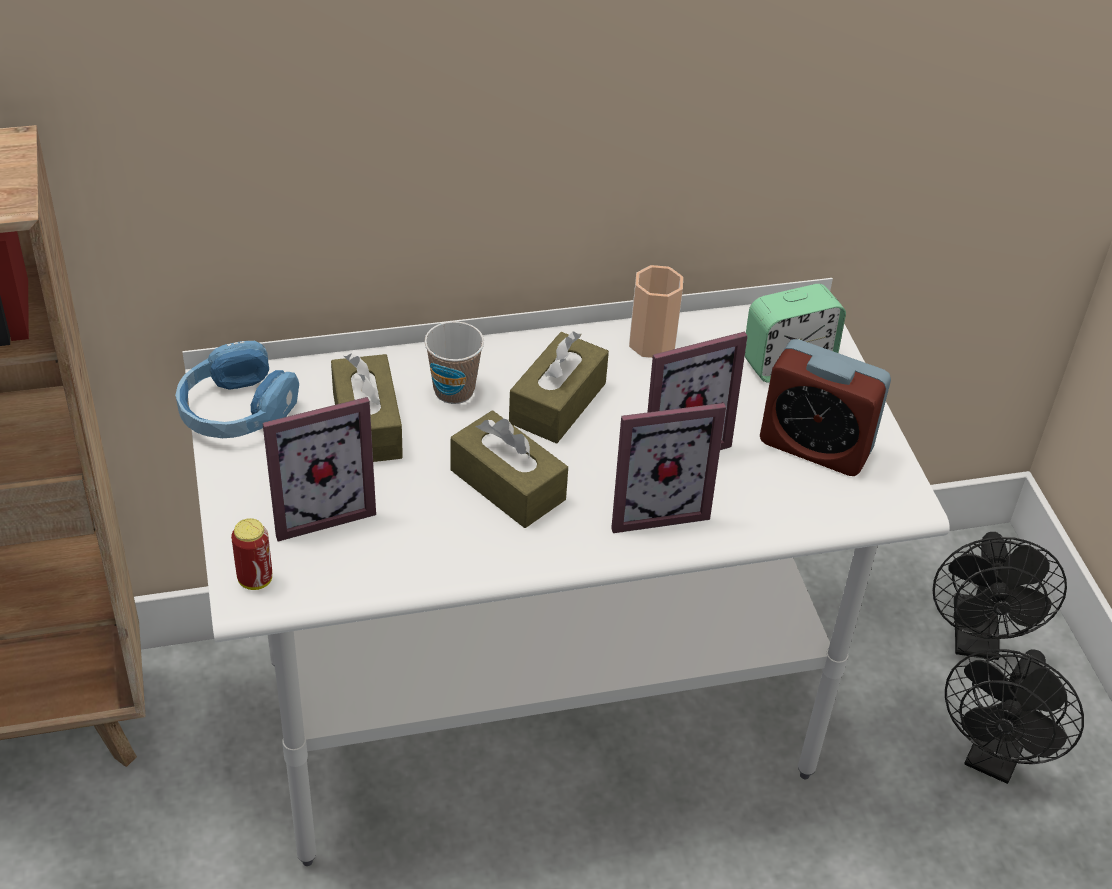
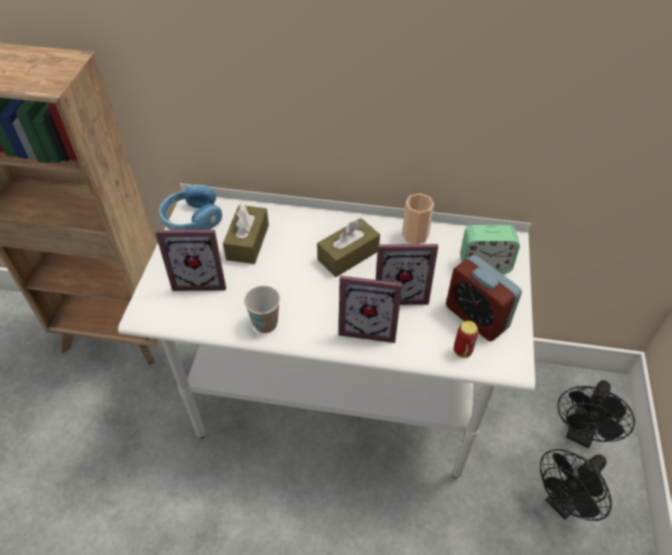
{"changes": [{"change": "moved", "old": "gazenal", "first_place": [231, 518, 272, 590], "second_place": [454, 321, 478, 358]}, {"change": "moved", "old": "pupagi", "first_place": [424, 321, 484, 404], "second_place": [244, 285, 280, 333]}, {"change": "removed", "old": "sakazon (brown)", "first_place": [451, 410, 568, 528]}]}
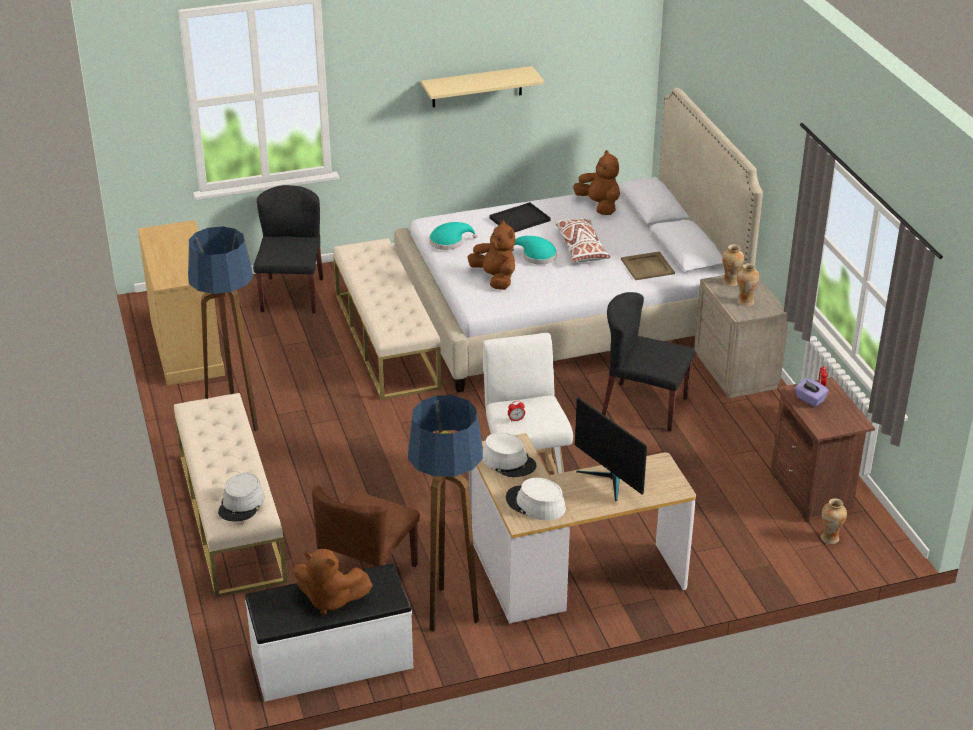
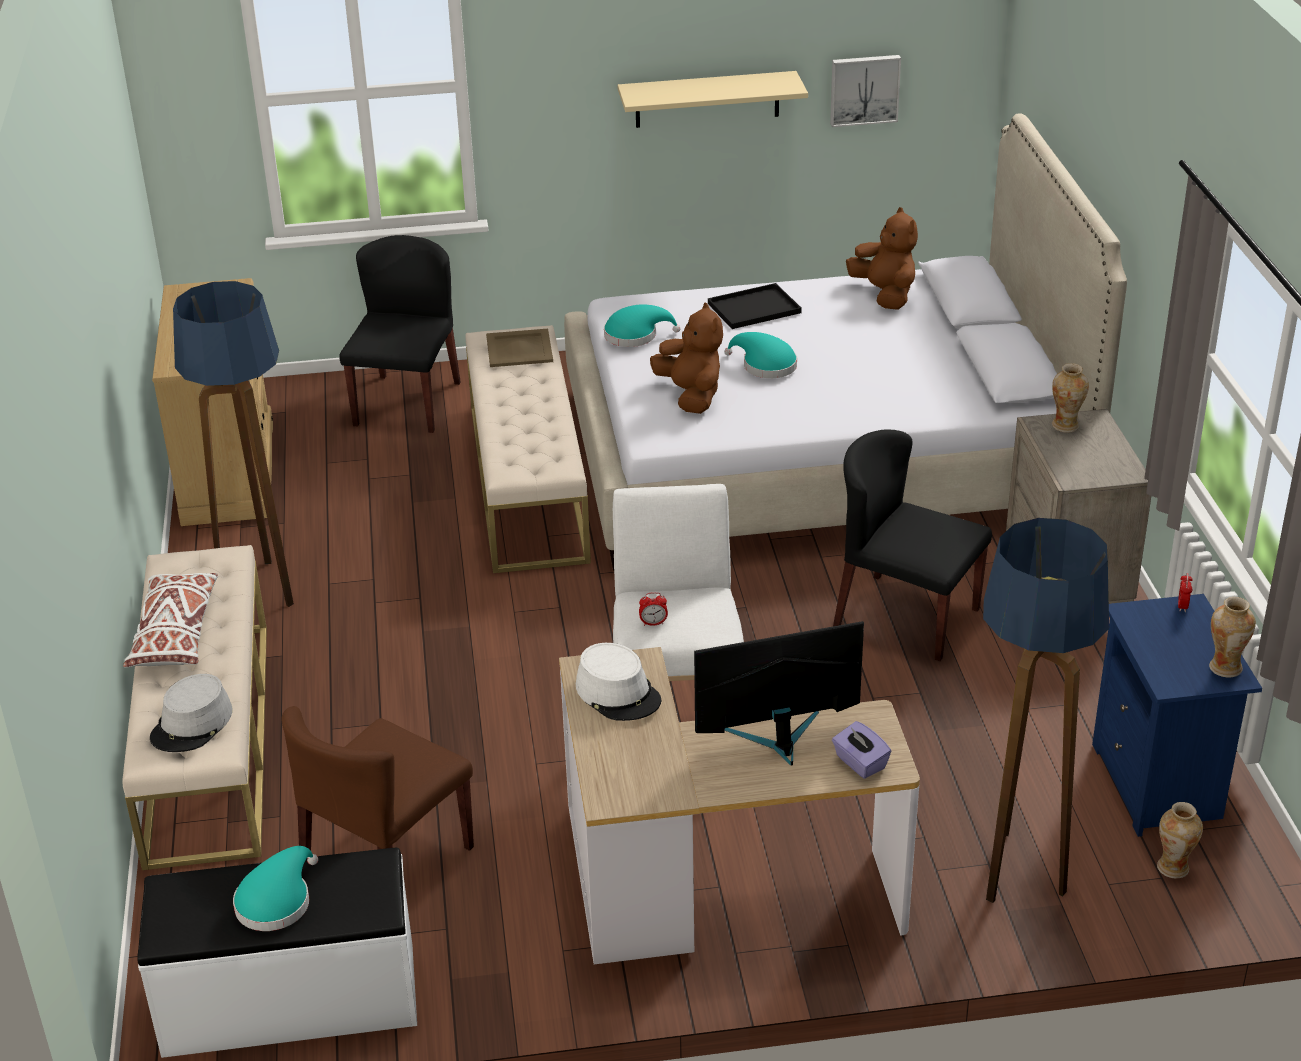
{"changes": [{"change": "replaced", "old": "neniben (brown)", "new": "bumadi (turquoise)", "first_place": [293, 549, 373, 615], "second_place": [233, 846, 318, 931]}, {"change": "moved", "old": "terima", "first_place": [408, 395, 483, 632], "second_place": [983, 518, 1109, 903]}, {"change": "removed", "old": "bumadi (white)", "first_place": [506, 478, 566, 520]}, {"change": "moved", "old": "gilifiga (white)", "first_place": [555, 218, 610, 262], "second_place": [123, 573, 218, 668]}, {"change": "turned", "old": "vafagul", "first_place": [574, 397, 647, 502], "second_place": [694, 621, 864, 766], "degrees": 105}, {"change": "moved", "old": "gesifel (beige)", "first_place": [621, 251, 675, 280], "second_place": [486, 329, 553, 367]}, {"change": "moved", "old": "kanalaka", "first_place": [737, 263, 759, 306], "second_place": [1209, 597, 1256, 677]}, {"change": "recoloured", "old": "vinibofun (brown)", "new": "vinibofun (blue)", "first_place": [770, 377, 875, 523], "second_place": [1092, 594, 1262, 837]}, {"change": "moved", "old": "sakazon (purple)", "first_place": [795, 378, 829, 407], "second_place": [832, 721, 891, 779]}, {"change": "added", "new": "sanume", "second_place": [830, 55, 901, 127]}]}
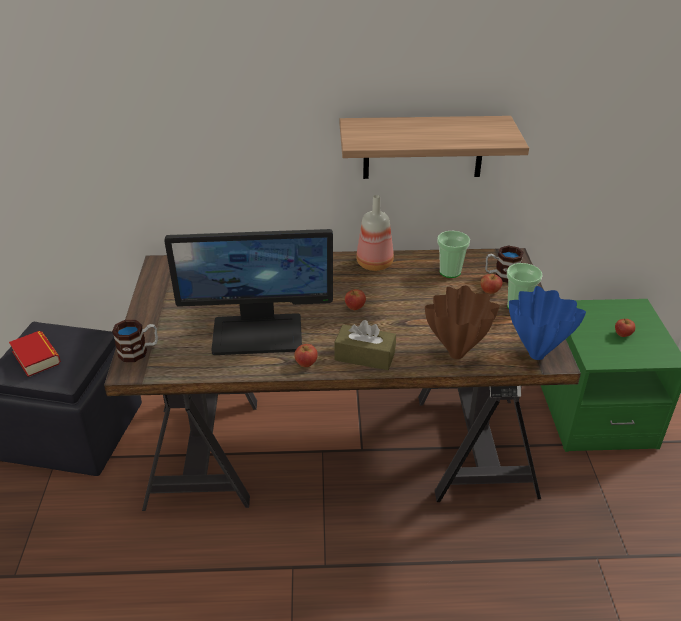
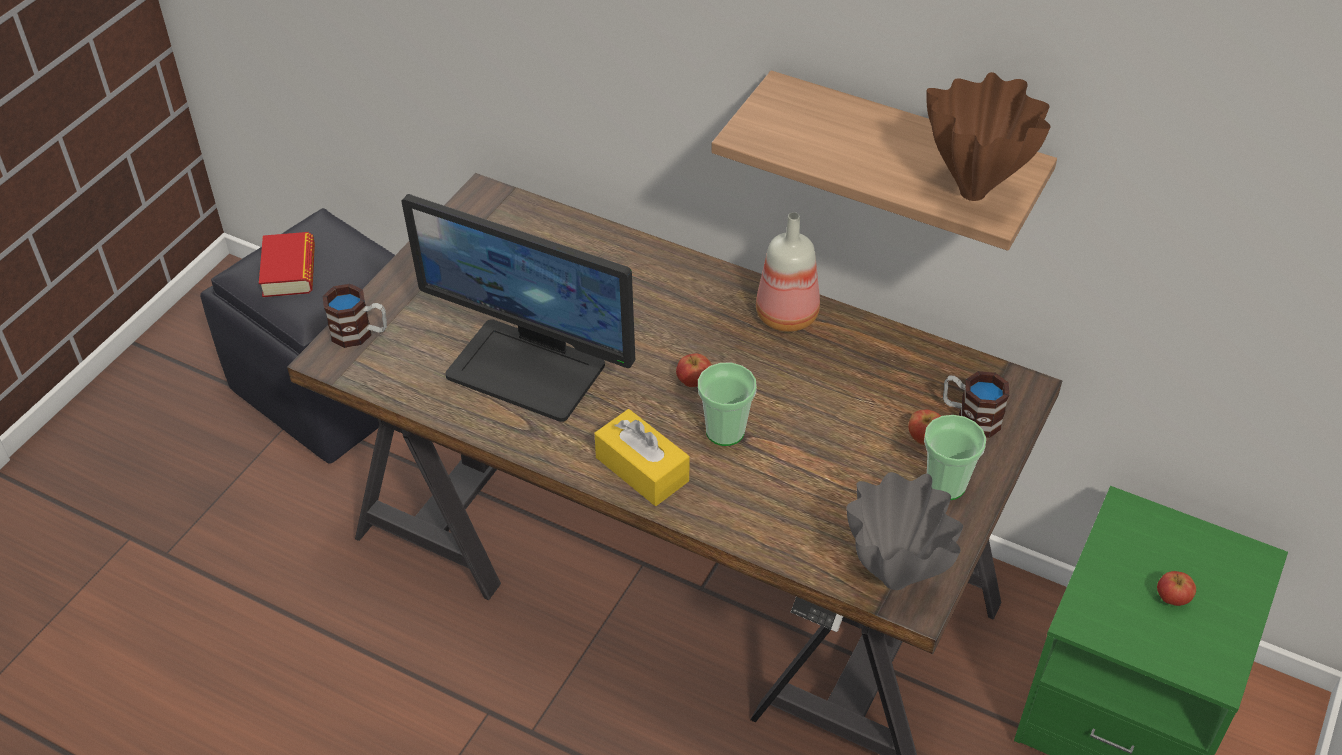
{"changes": [{"change": "removed", "old": "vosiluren", "first_place": [294, 344, 318, 367]}, {"change": "recoloured", "old": "sakazon (brown)", "new": "sakazon (yellow)", "first_place": [334, 320, 396, 370], "second_place": [595, 409, 690, 506]}, {"change": "moved", "old": "kanalaka (brown)", "first_place": [425, 286, 500, 359], "second_place": [926, 72, 1051, 201]}, {"change": "moved", "old": "pupagi", "first_place": [437, 231, 470, 278], "second_place": [698, 363, 757, 446]}, {"change": "recoloured", "old": "kanalaka (blue)", "new": "kanalaka (grey)", "first_place": [509, 286, 586, 360], "second_place": [846, 472, 963, 590]}]}
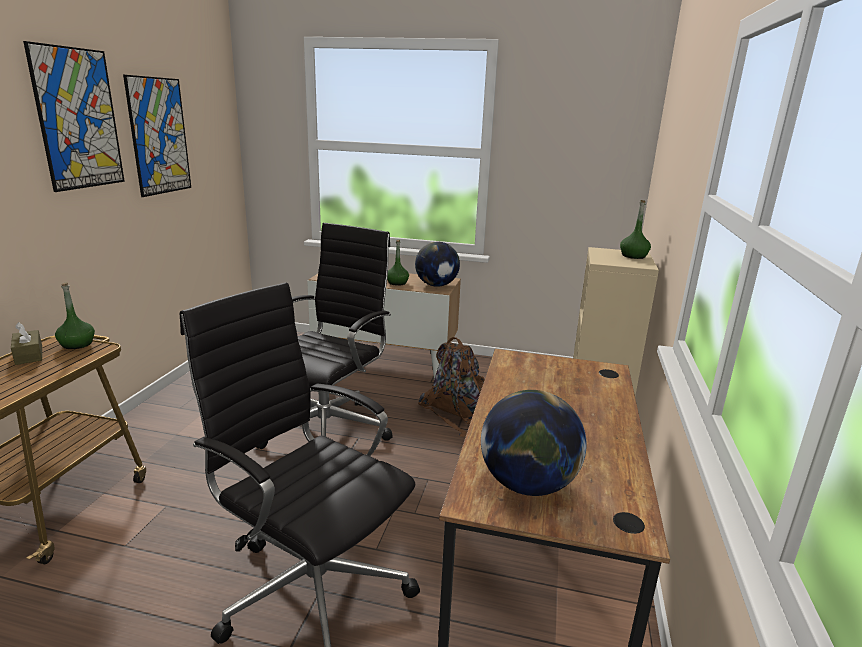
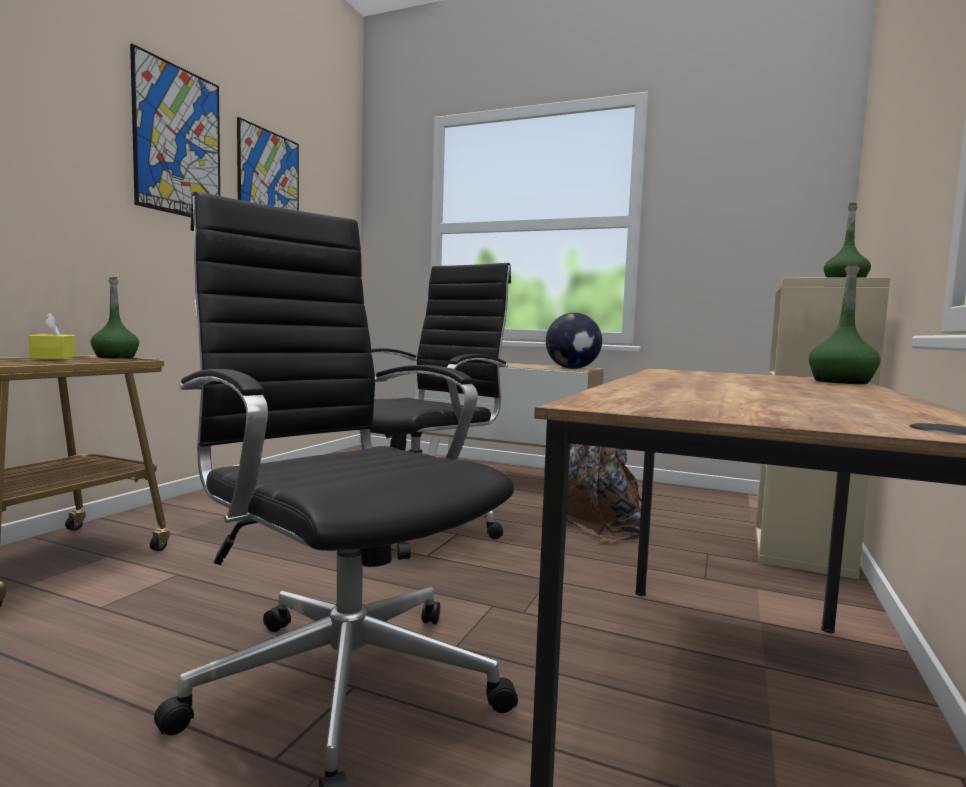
{"changes": [{"change": "recoloured", "old": "sakazon (brown)", "new": "sakazon (yellow)", "first_place": [11, 322, 42, 365], "second_place": [29, 313, 76, 359]}, {"change": "moved", "old": "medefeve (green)", "first_place": [387, 240, 409, 286], "second_place": [808, 263, 880, 384]}, {"change": "removed", "old": "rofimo", "first_place": [481, 390, 586, 496]}]}
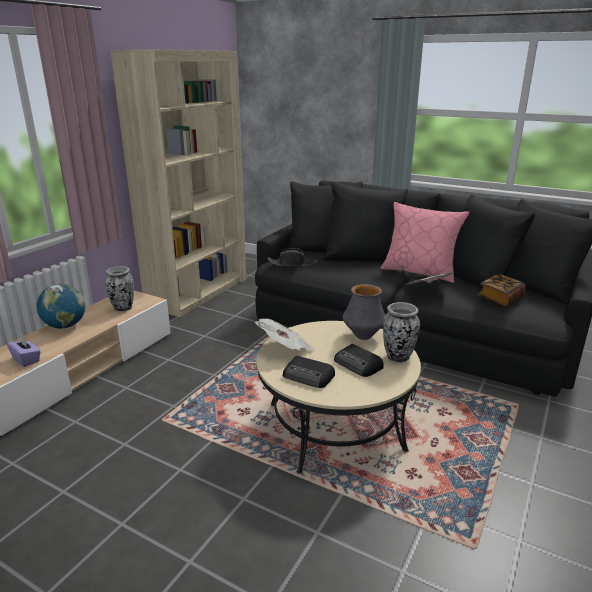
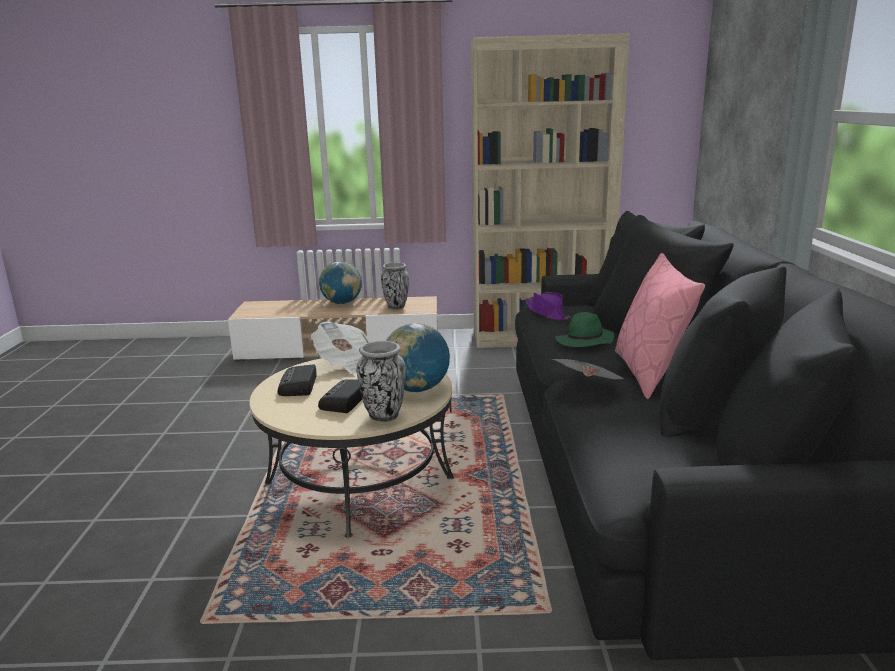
{"changes": [{"change": "removed", "old": "sakazon (purple)", "first_place": [7, 336, 41, 367]}, {"change": "recoloured", "old": "bumadi (black)", "new": "bumadi (purple)", "first_place": [267, 248, 317, 266], "second_place": [525, 292, 570, 320]}, {"change": "replaced", "old": "kanalaka", "new": "rofimo", "first_place": [343, 284, 385, 340], "second_place": [386, 323, 450, 392]}, {"change": "removed", "old": "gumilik", "first_place": [478, 274, 526, 308]}, {"change": "added", "new": "bumadi (green)", "second_place": [555, 312, 614, 347]}]}
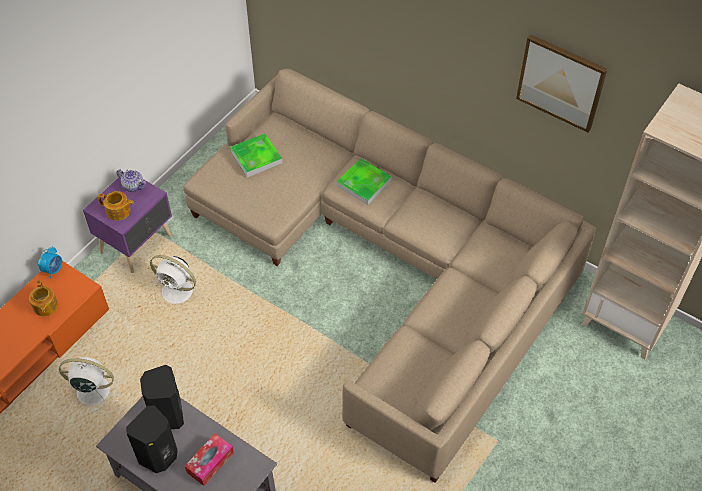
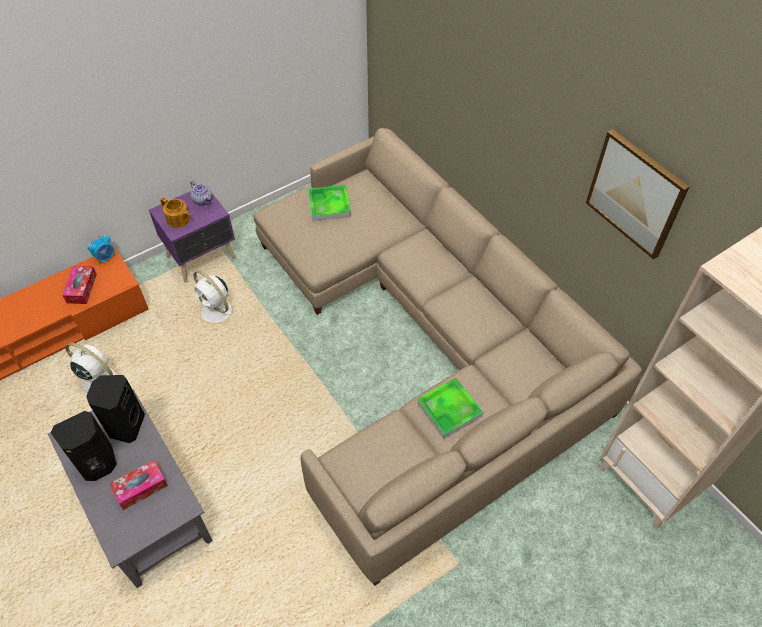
{"changes": [{"change": "replaced", "old": "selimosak", "new": "sakazon", "first_place": [29, 280, 58, 316], "second_place": [62, 266, 97, 304]}, {"change": "moved", "old": "gesifel", "first_place": [337, 158, 392, 205], "second_place": [417, 378, 483, 439]}]}
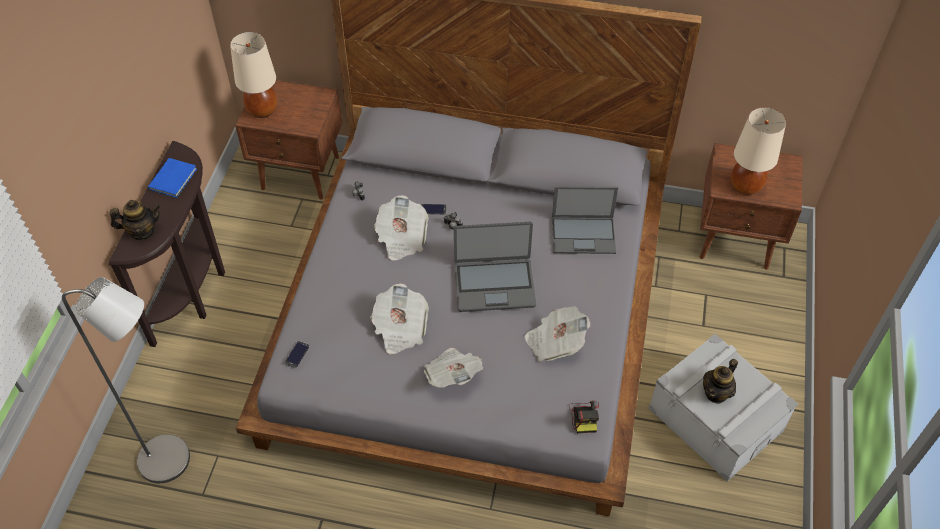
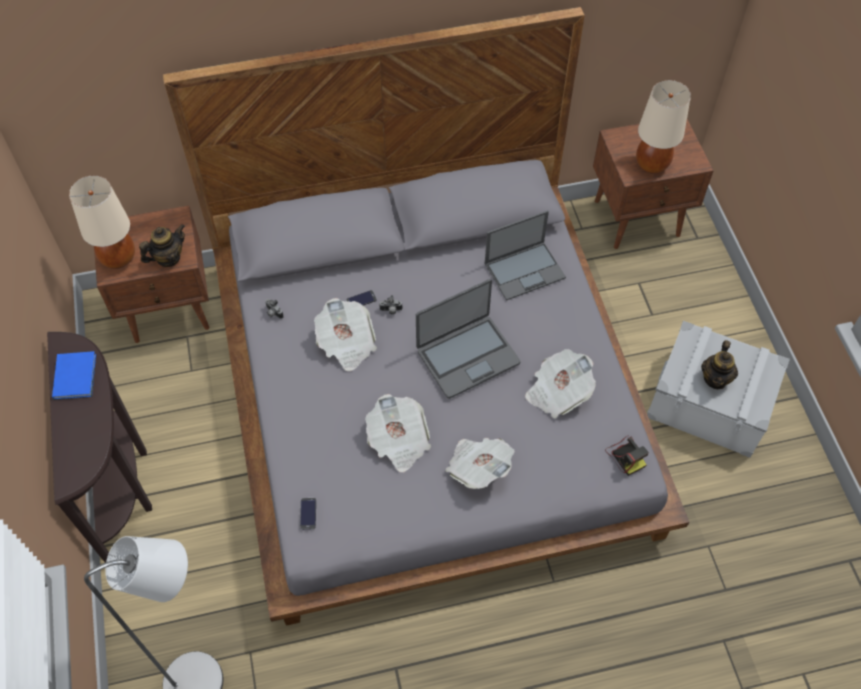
{"changes": [{"change": "moved", "old": "selimosak", "first_place": [110, 200, 160, 240], "second_place": [139, 224, 185, 267]}]}
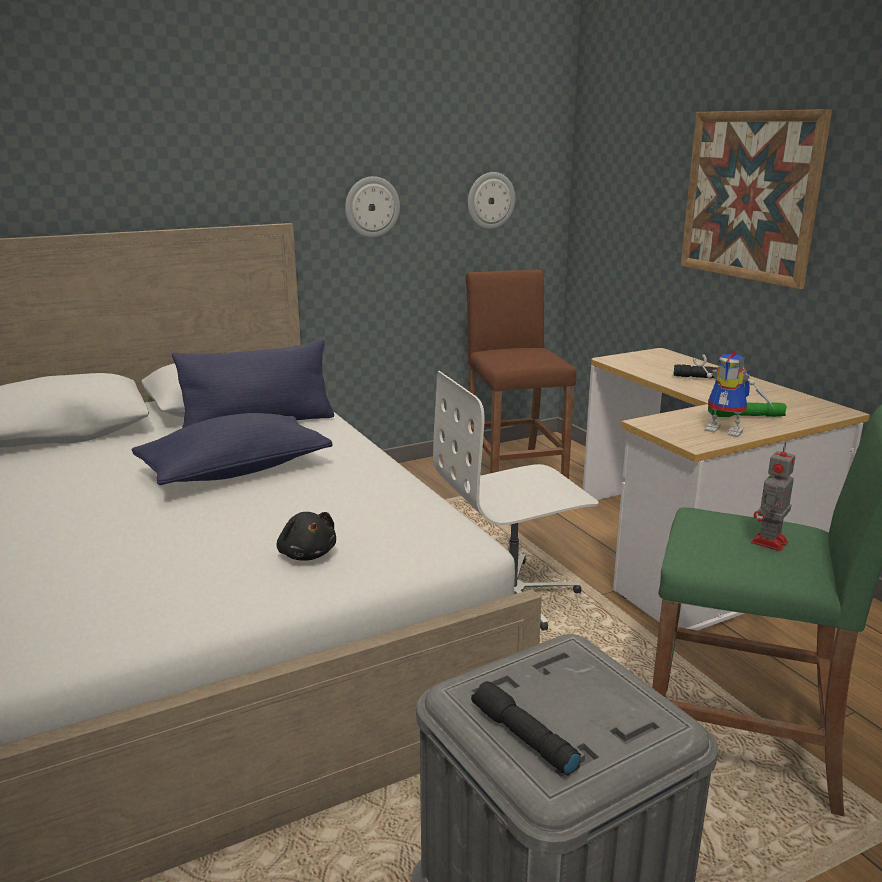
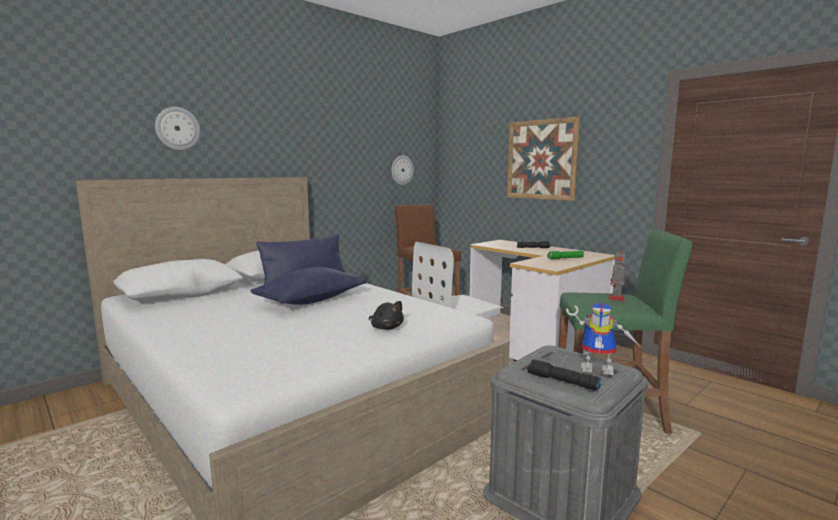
{"changes": [{"change": "moved", "old": "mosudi", "first_place": [345, 176, 400, 238], "second_place": [155, 107, 201, 151]}, {"change": "moved", "old": "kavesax", "first_place": [693, 351, 775, 437], "second_place": [566, 302, 641, 375]}]}
